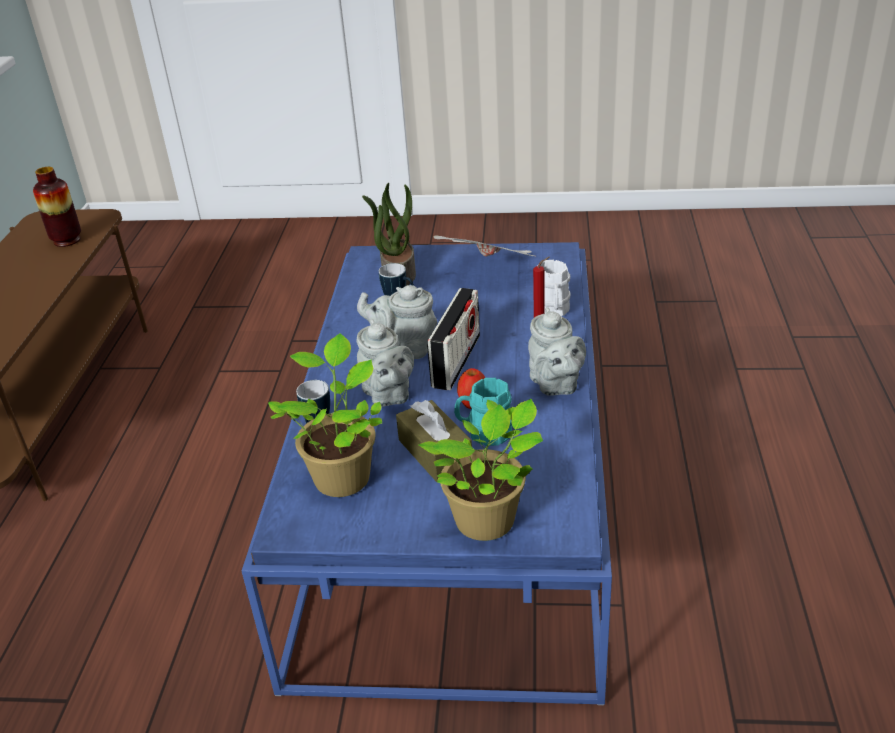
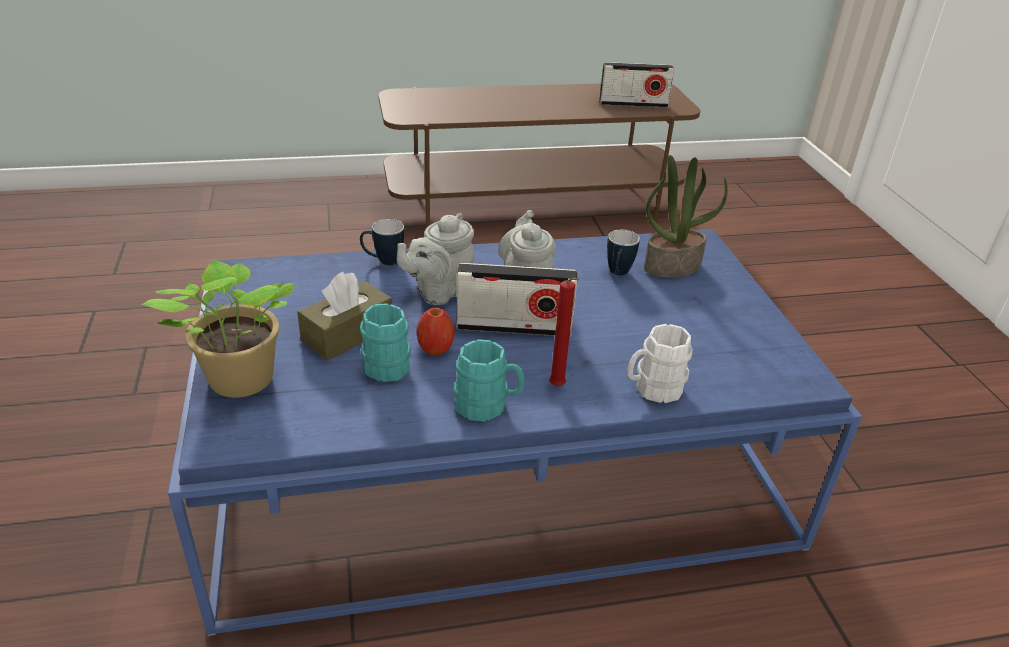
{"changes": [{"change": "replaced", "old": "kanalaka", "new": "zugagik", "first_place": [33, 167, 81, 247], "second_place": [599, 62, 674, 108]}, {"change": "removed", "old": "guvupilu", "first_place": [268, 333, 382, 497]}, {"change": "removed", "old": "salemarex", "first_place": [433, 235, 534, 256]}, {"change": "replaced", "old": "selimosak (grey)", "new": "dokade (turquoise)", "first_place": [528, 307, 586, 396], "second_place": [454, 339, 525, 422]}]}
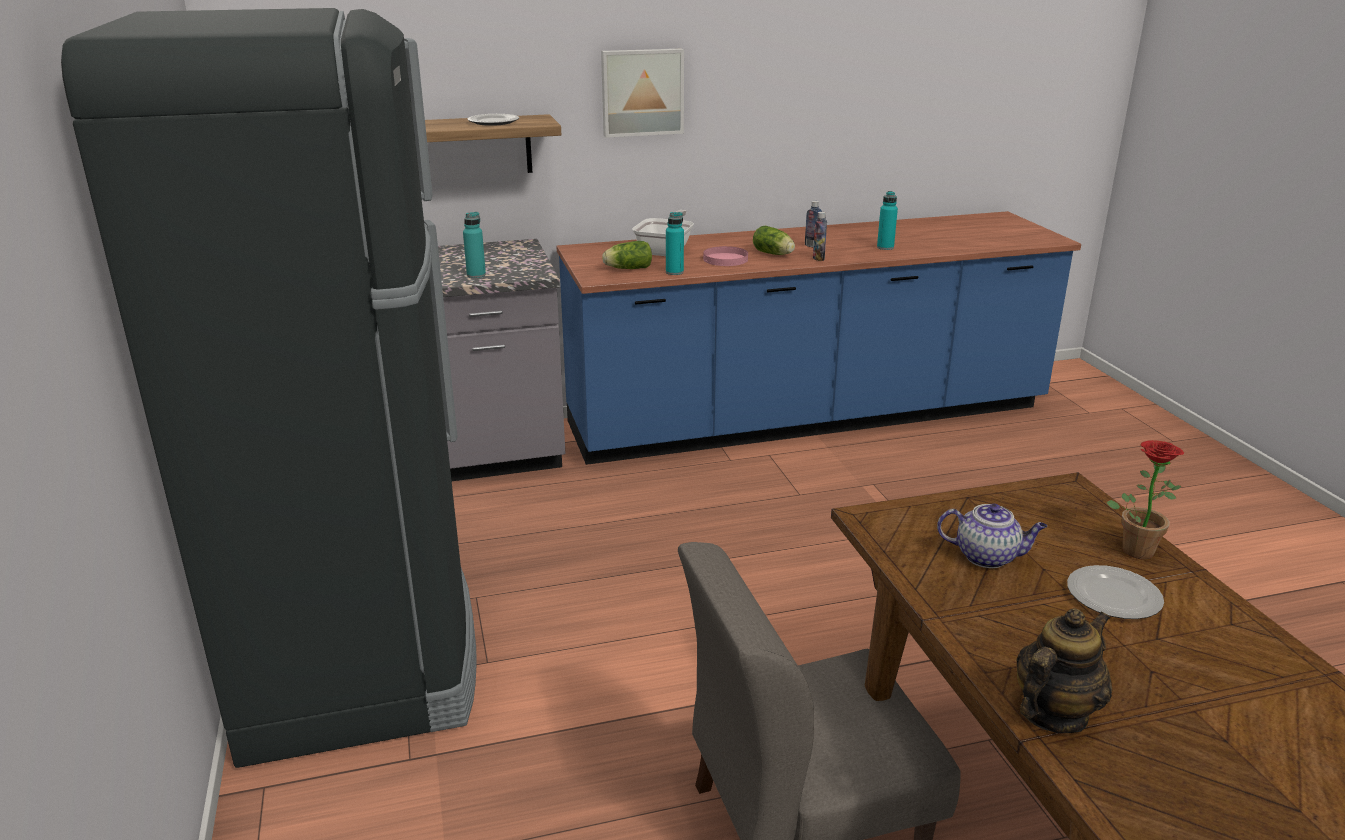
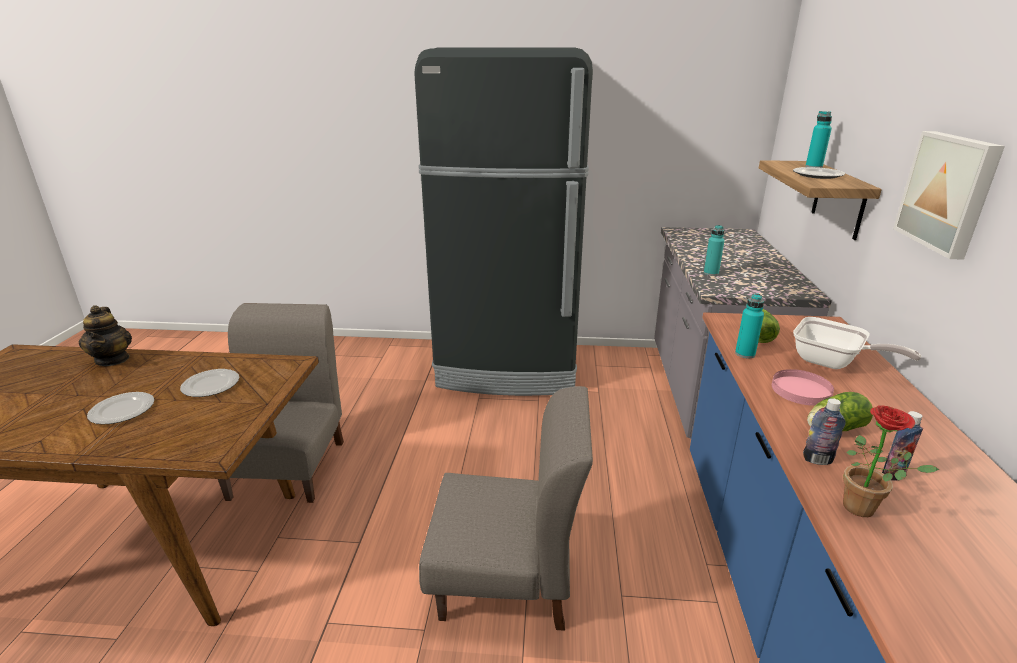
{"changes": [{"change": "moved", "old": "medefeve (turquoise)", "first_place": [877, 191, 898, 250], "second_place": [805, 111, 832, 168]}, {"change": "replaced", "old": "selimosak", "new": "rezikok", "first_place": [937, 504, 1047, 568], "second_place": [180, 369, 239, 397]}, {"change": "moved", "old": "guvupilu", "first_place": [1107, 440, 1184, 559], "second_place": [843, 405, 939, 517]}, {"change": "added", "new": "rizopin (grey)", "second_place": [419, 386, 593, 631]}]}
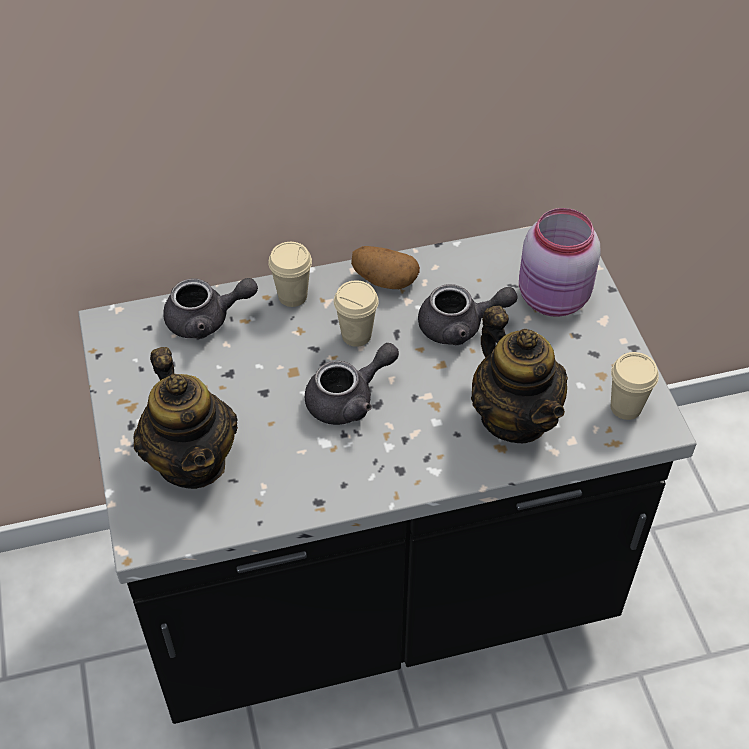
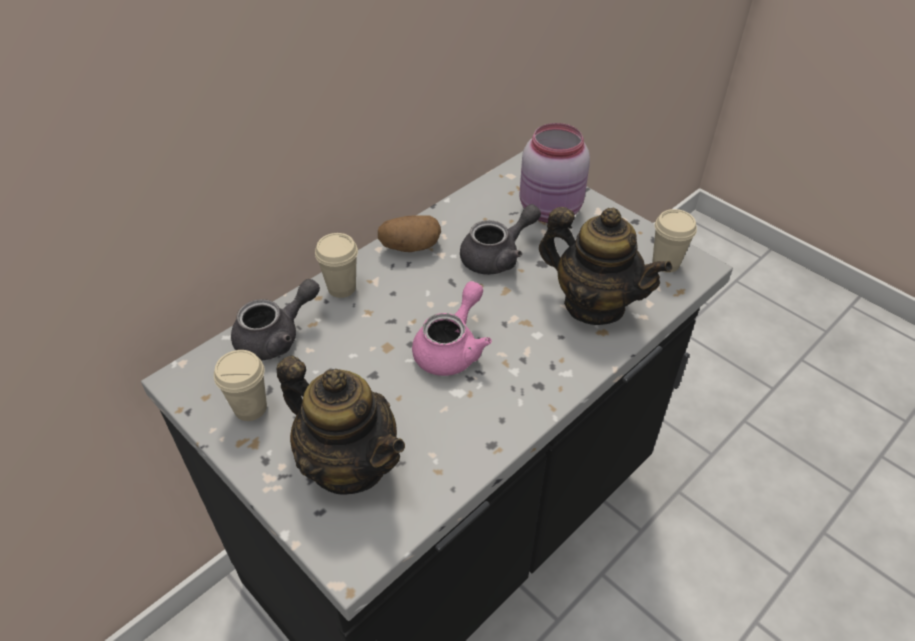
{"changes": [{"change": "recoloured", "old": "selimosak (grey)", "new": "selimosak (pink)", "first_place": [305, 343, 399, 425], "second_place": [412, 281, 492, 376]}, {"change": "moved", "old": "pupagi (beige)", "first_place": [334, 280, 379, 347], "second_place": [214, 350, 267, 421]}]}
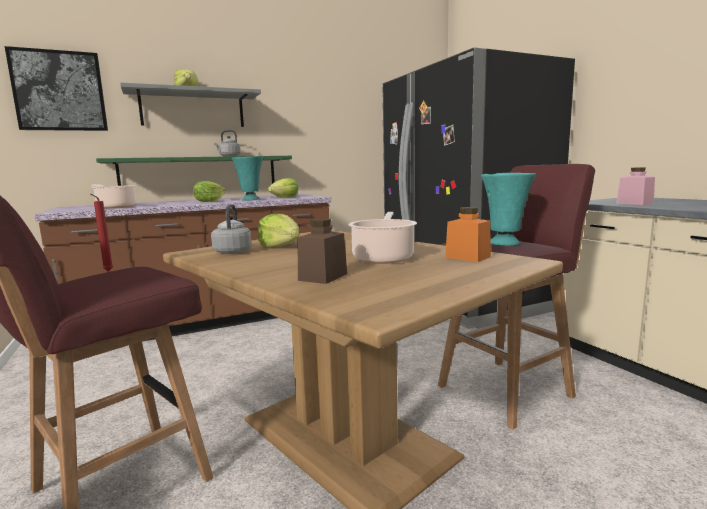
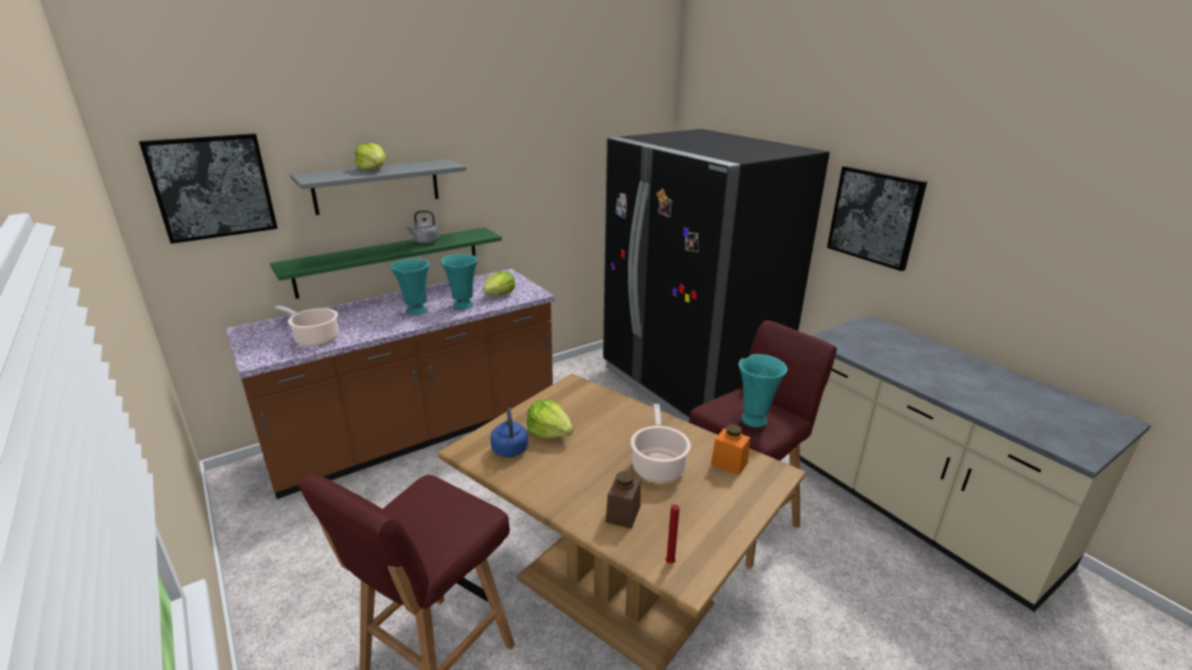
{"changes": [{"change": "moved", "old": "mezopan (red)", "first_place": [90, 194, 114, 271], "second_place": [666, 504, 680, 564]}, {"change": "replaced", "old": "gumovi", "new": "kanalaka (turquoise)", "first_place": [193, 181, 226, 202], "second_place": [390, 259, 430, 315]}, {"change": "recoloured", "old": "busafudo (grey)", "new": "busafudo (blue)", "first_place": [211, 204, 252, 254], "second_place": [490, 408, 528, 457]}, {"change": "removed", "old": "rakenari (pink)", "first_place": [616, 167, 655, 205]}, {"change": "added", "new": "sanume", "second_place": [827, 166, 927, 271]}]}
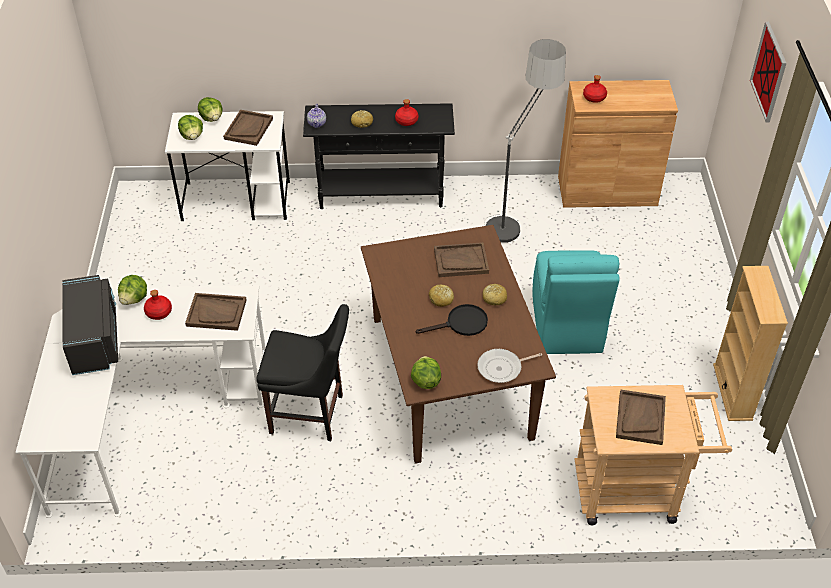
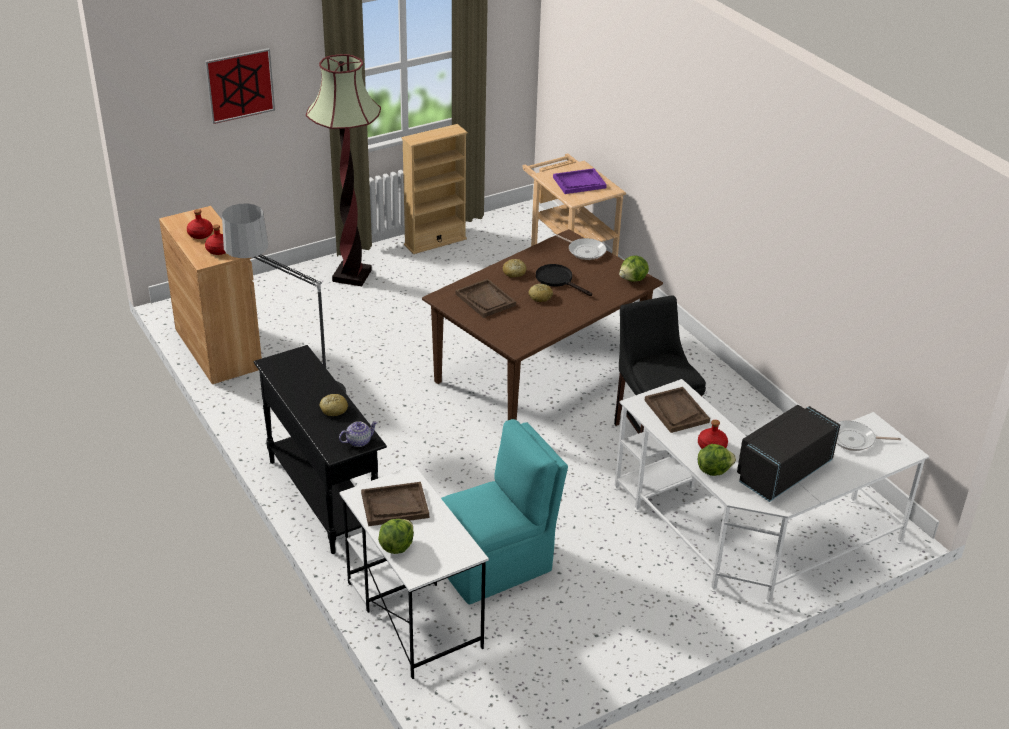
{"changes": [{"change": "removed", "old": "gumovi", "first_place": [178, 115, 203, 140]}, {"change": "moved", "old": "medefeve (red)", "first_place": [395, 99, 418, 126], "second_place": [187, 209, 213, 239]}, {"change": "moved", "old": "rizopin (turquoise)", "first_place": [532, 250, 620, 354], "second_place": [441, 419, 568, 604]}, {"change": "recoloured", "old": "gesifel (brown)", "new": "gesifel (purple)", "first_place": [616, 390, 666, 445], "second_place": [553, 168, 607, 194]}, {"change": "added", "new": "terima", "second_place": [306, 54, 381, 286]}, {"change": "added", "new": "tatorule", "second_place": [836, 421, 901, 451]}]}
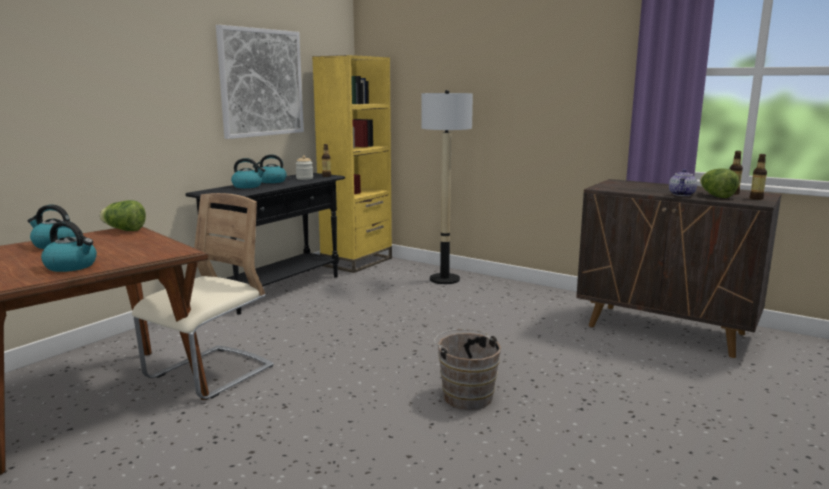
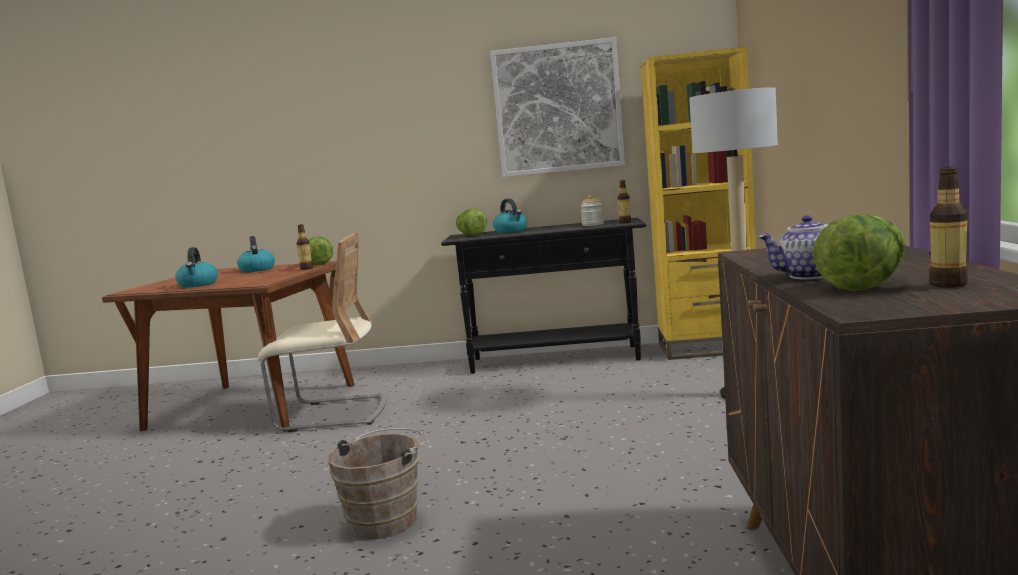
{"changes": [{"change": "removed", "old": "busafudo", "first_place": [253, 154, 287, 183]}, {"change": "moved", "old": "medefeve", "first_place": [750, 154, 767, 200], "second_place": [297, 224, 313, 270]}, {"change": "added", "new": "gumovi", "second_place": [456, 209, 487, 236]}]}
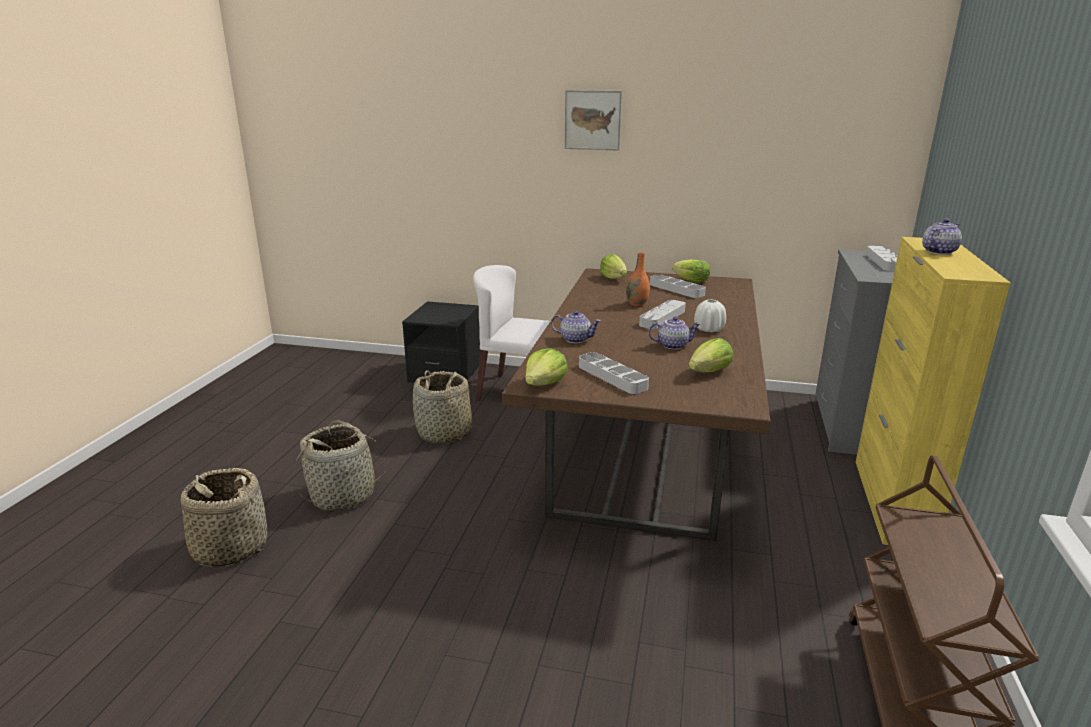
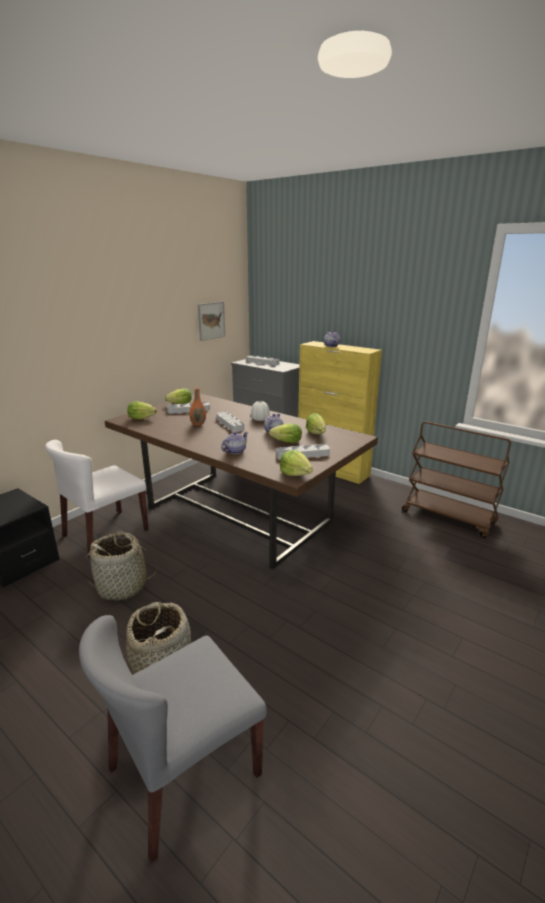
{"changes": [{"change": "replaced", "old": "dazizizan", "new": "rizopin (grey)", "first_place": [180, 468, 268, 567], "second_place": [79, 615, 267, 863]}, {"change": "moved", "old": "sanume", "first_place": [565, 90, 622, 151], "second_place": [198, 302, 225, 341]}, {"change": "added", "new": "gumovi", "second_place": [269, 423, 302, 443]}]}
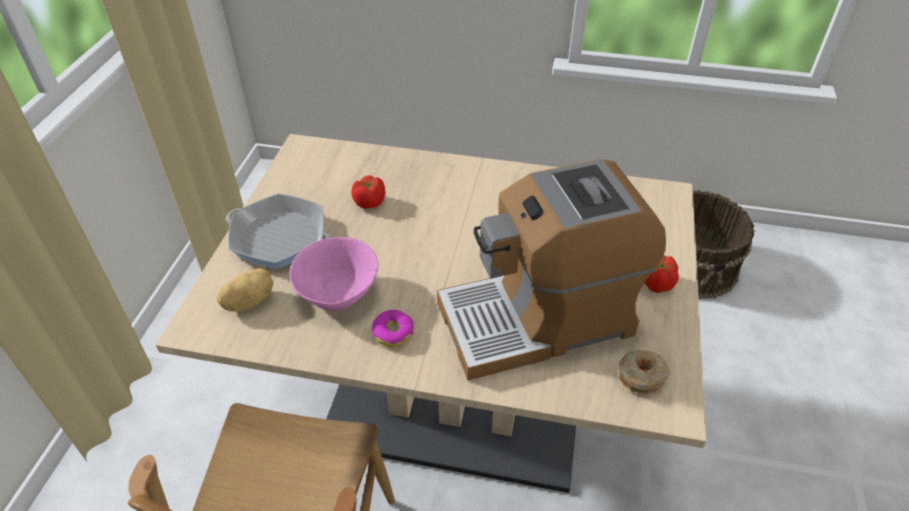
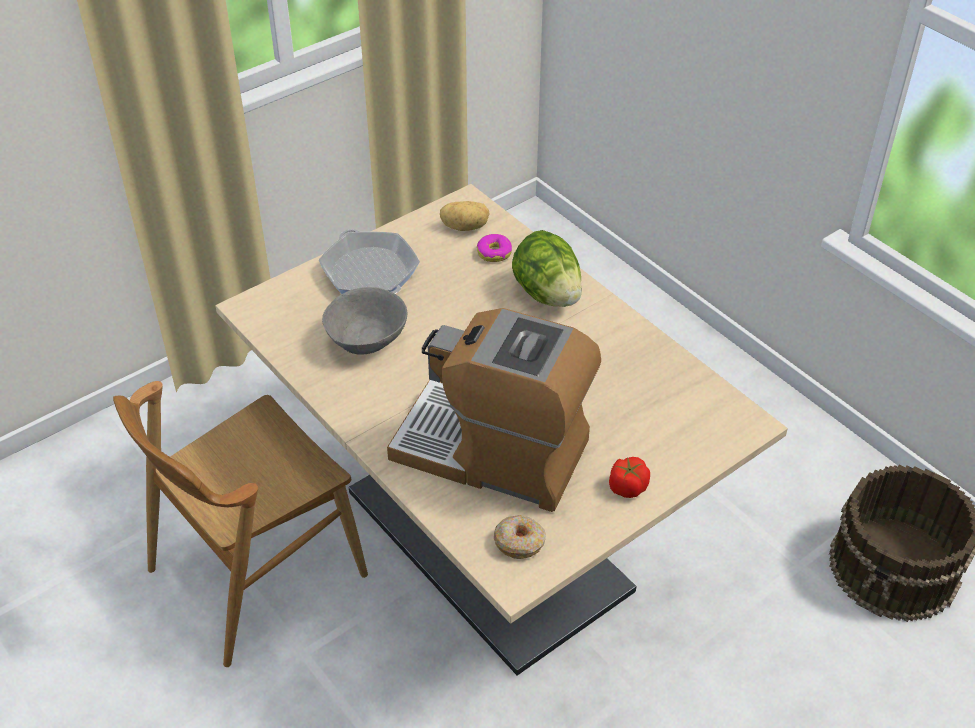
{"changes": [{"change": "moved", "old": "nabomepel", "first_place": [217, 268, 274, 312], "second_place": [440, 201, 490, 231]}, {"change": "recoloured", "old": "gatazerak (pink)", "new": "gatazerak (grey)", "first_place": [290, 237, 378, 311], "second_place": [322, 287, 407, 355]}, {"change": "removed", "old": "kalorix", "first_place": [351, 175, 385, 209]}, {"change": "moved", "old": "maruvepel", "first_place": [372, 310, 414, 347], "second_place": [477, 234, 512, 262]}, {"change": "added", "new": "gumovi", "second_place": [512, 230, 582, 307]}]}
